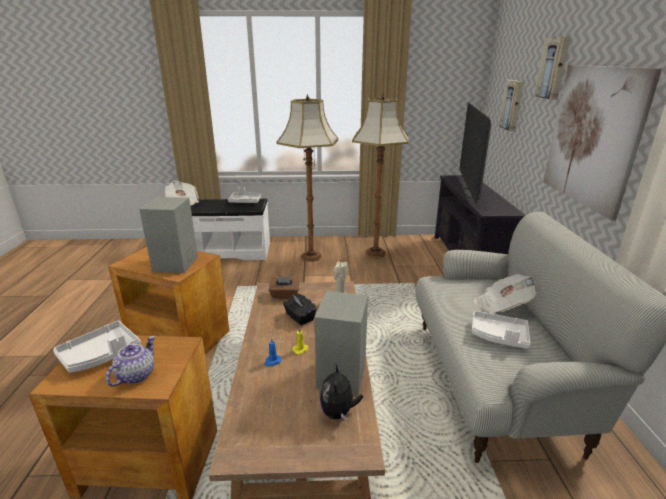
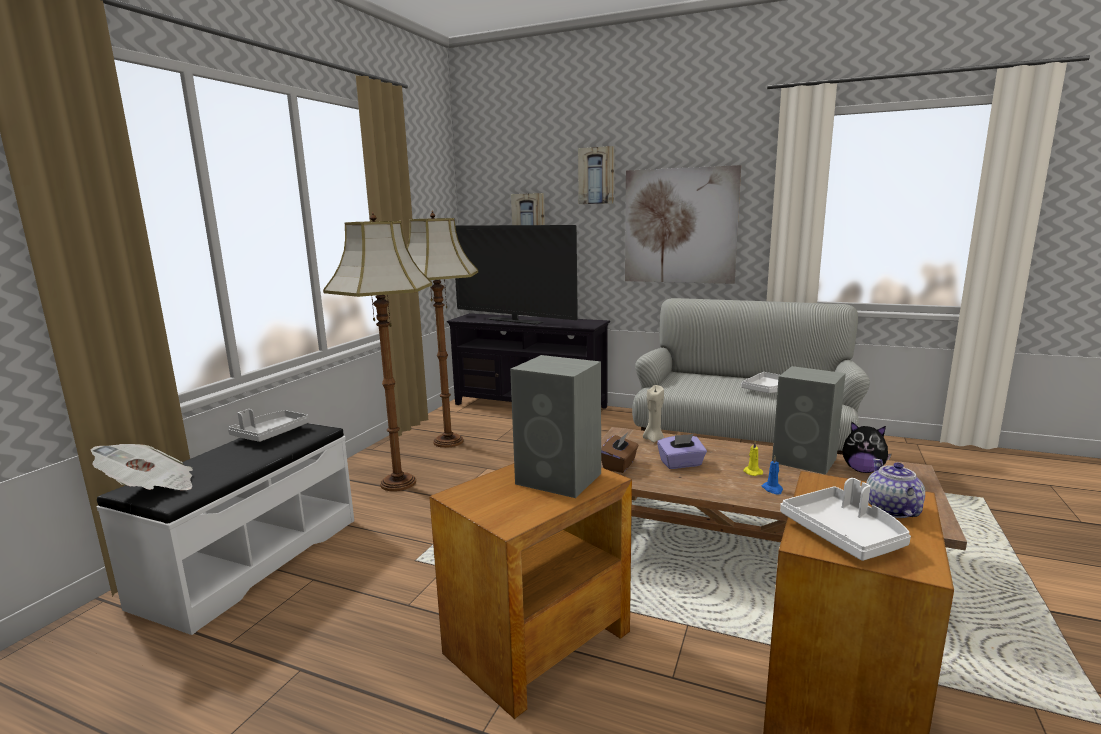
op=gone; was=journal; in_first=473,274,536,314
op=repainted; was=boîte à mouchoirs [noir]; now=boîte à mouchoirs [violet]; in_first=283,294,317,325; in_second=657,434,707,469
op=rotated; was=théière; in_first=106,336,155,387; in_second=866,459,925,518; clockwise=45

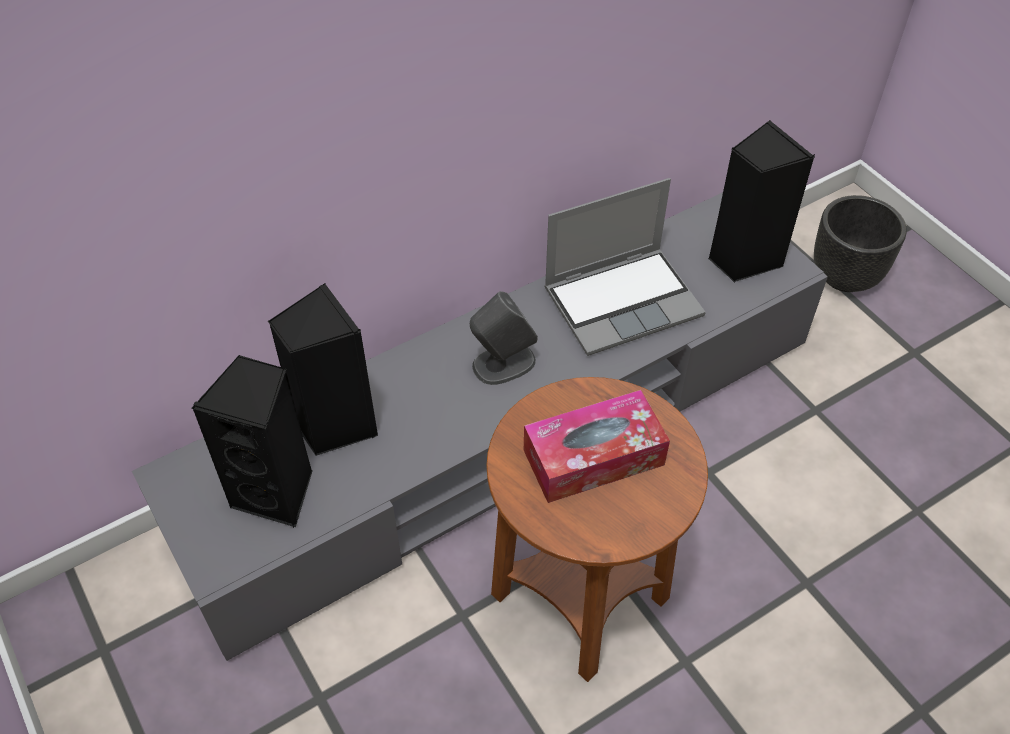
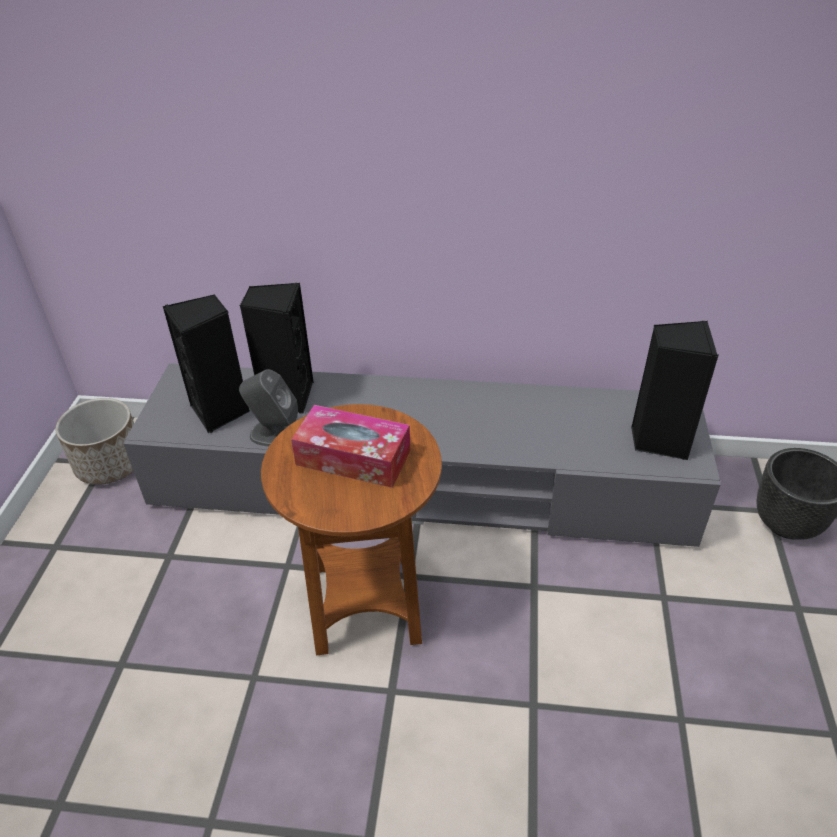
op=gone; was=ordinateur portable; in_first=544,178,706,356
op=shifted; was=enceinte [gris]; in_first=470,291,538,385; in_second=239,369,298,447
op=new; now=cache-pot; in_second=55,398,134,485

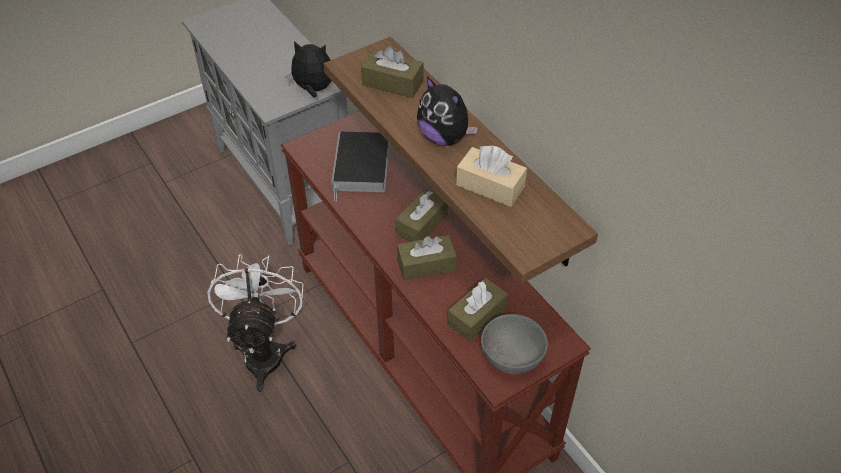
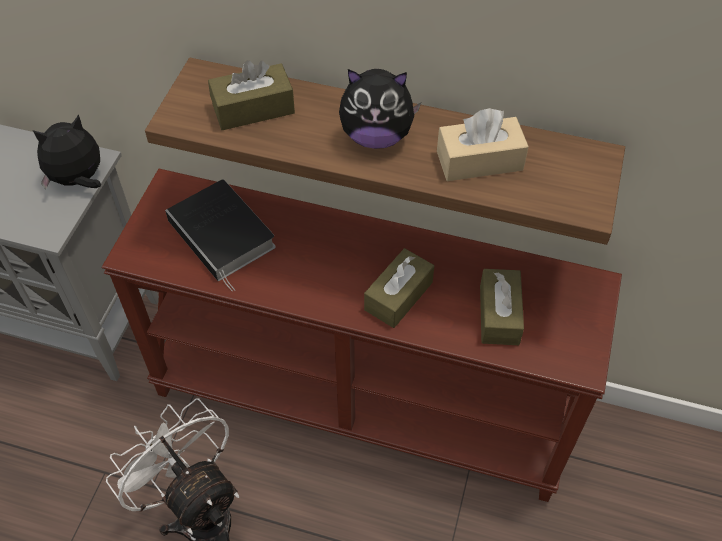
op=gone; was=boîte à mouchoirs [marron]; in_first=395,189,448,242
op=gone; was=bol [gris]; in_first=481,314,548,374

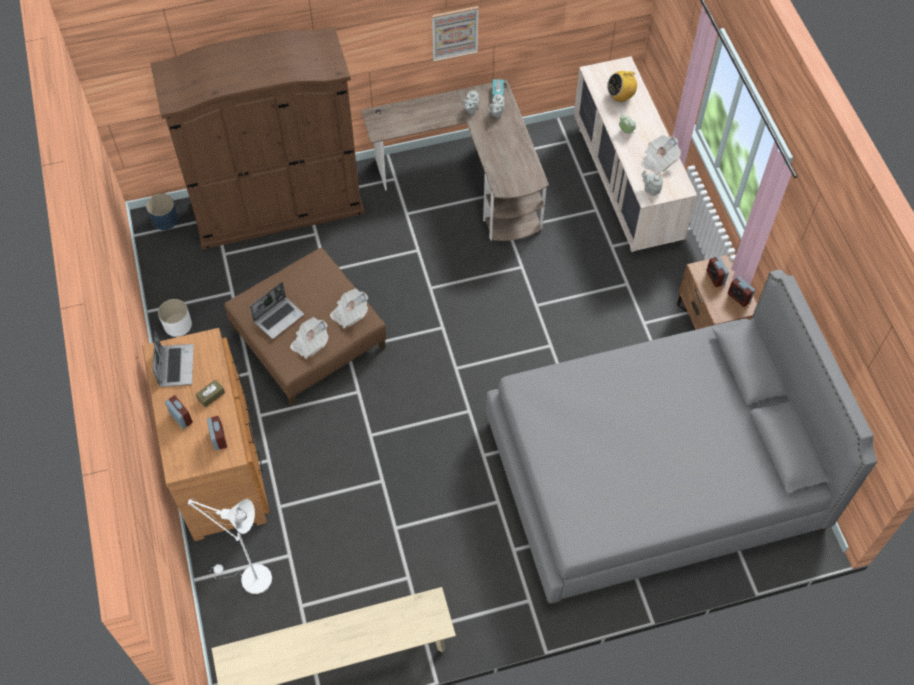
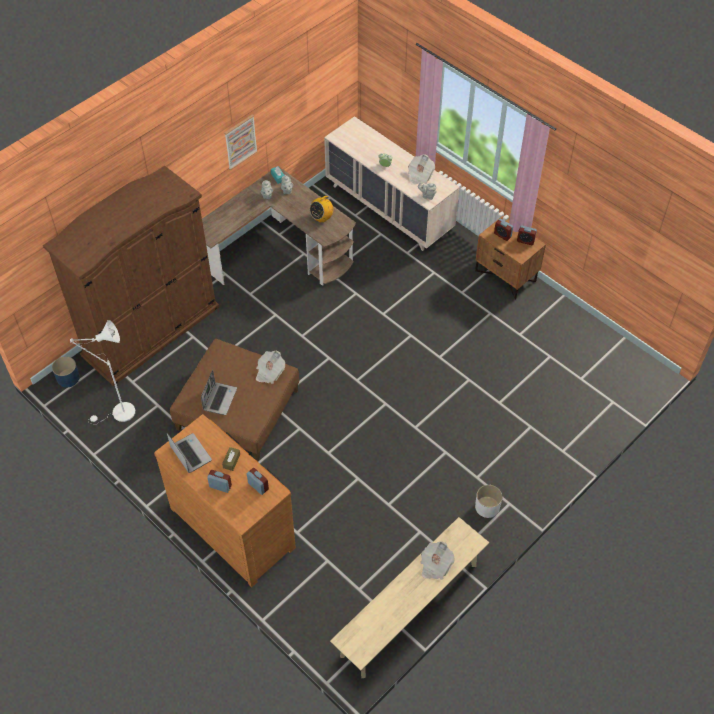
op=shifted; was=radio; in_first=607,70,637,102; in_second=309,195,333,223
op=gone; was=lit [gris]; in_first=486,269,877,604
op=shifted; was=cache-pot [blanc]; in_first=158,299,192,337; in_second=475,485,503,518
op=shifted; was=journal; in_first=290,317,328,359; in_second=420,541,454,580
op=shifted; was=lampadaire [blanc]; in_first=188,498,272,594; in_second=70,320,135,425

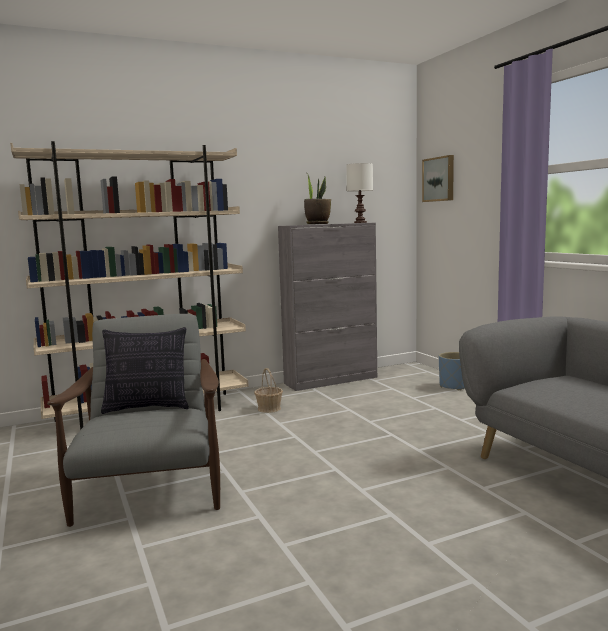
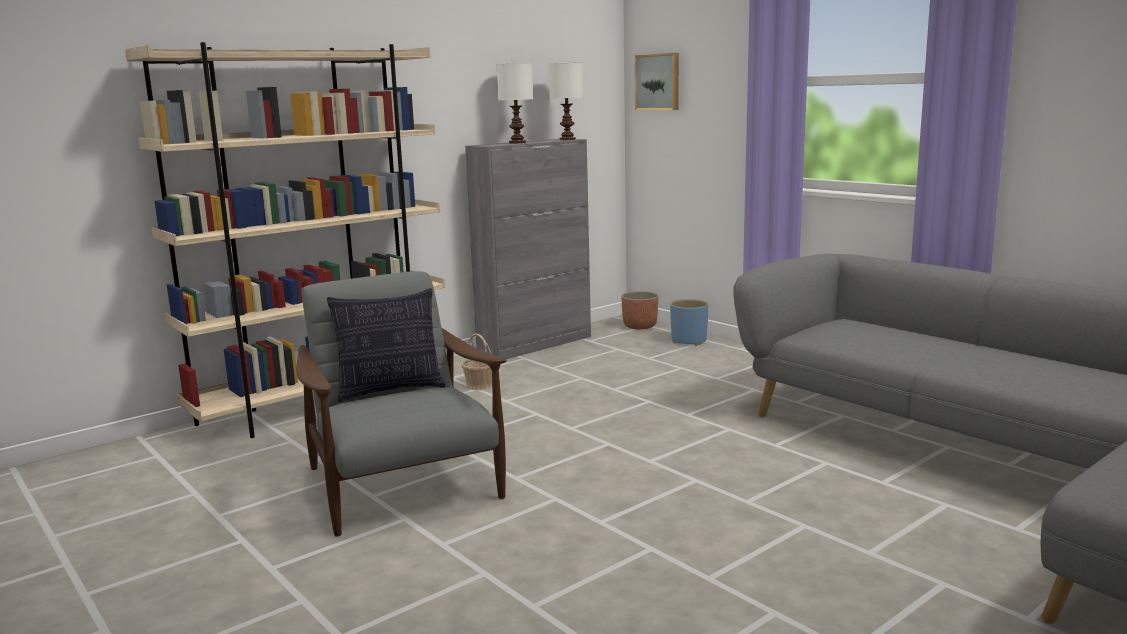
op=swapped; was=plante en pot; now=lampe de table [blanc]; in_first=304,175,331,224; in_second=496,63,533,143
op=new; now=cache-pot; in_second=621,291,658,329

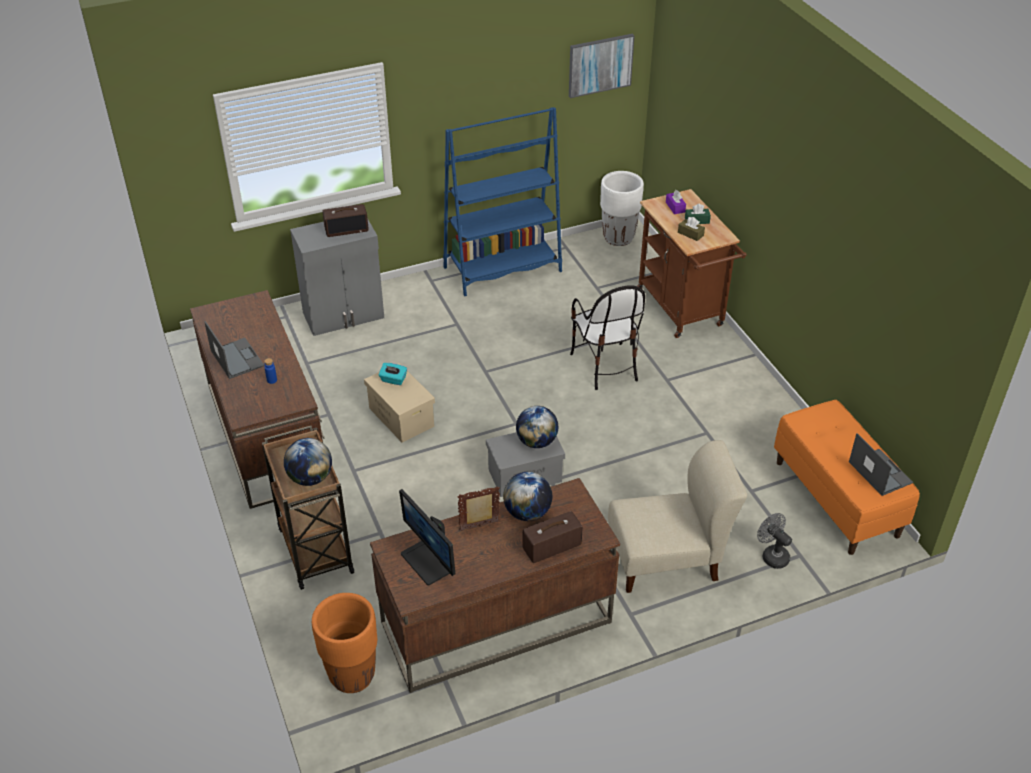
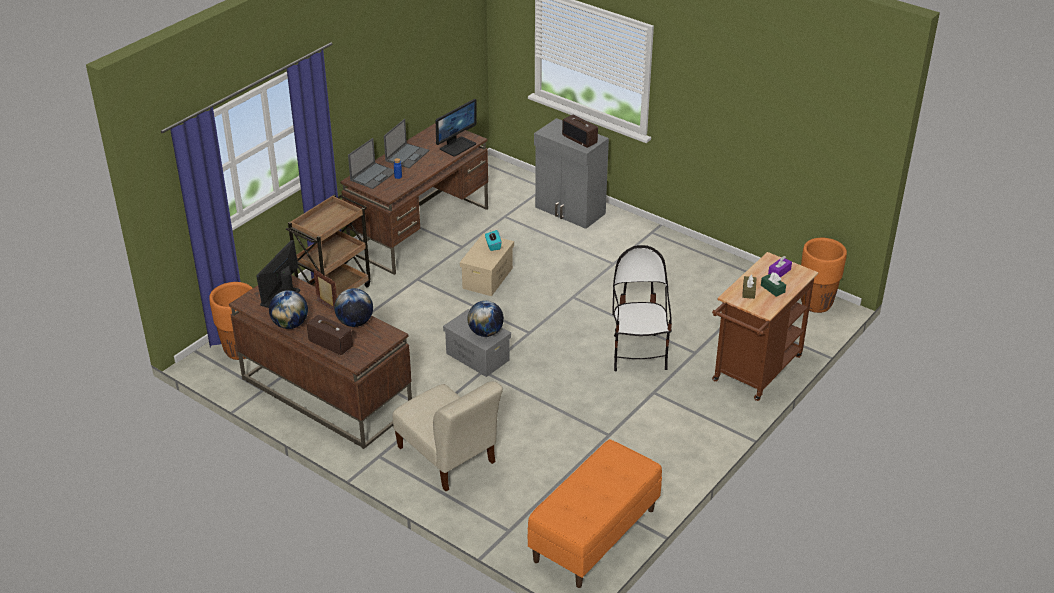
op=gone; was=tableau; in_first=569,34,635,98
op=gone; was=bibliothèque [bleu]; in_first=443,107,562,296
op=repainted; was=cache-pot [blanc]; now=cache-pot [orange]; in_first=600,171,644,246; in_second=801,238,847,313
op=rotated; was=chaise; in_first=570,285,645,390; in_second=612,245,672,372; clockwise=135
op=shifted; was=ordinateur portable; in_first=849,433,913,496; in_second=348,138,394,189
op=shifted; was=globe; in_first=284,438,332,486; in_second=269,290,308,329
op=gone; was=ventilateur [gris]; in_first=757,513,792,569
op=new; now=écran d'ordinateur; in_second=436,99,477,157

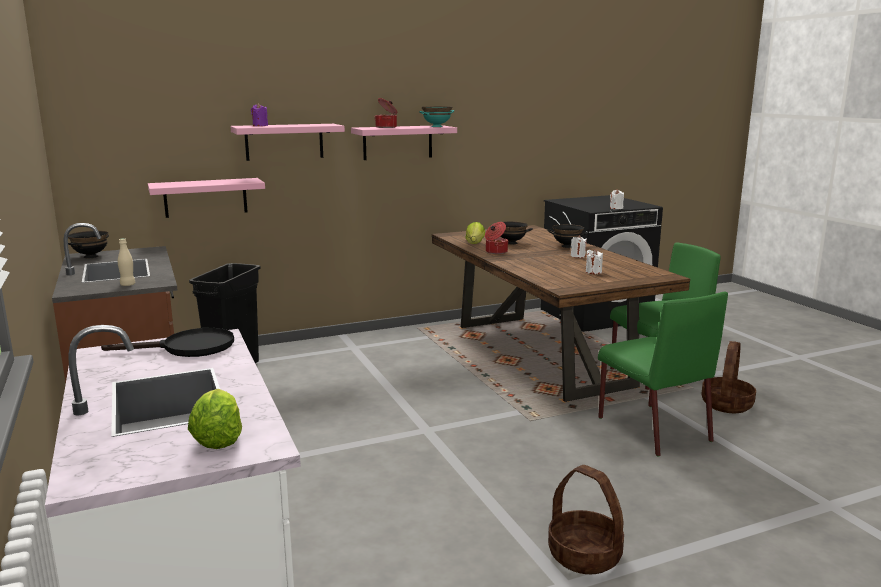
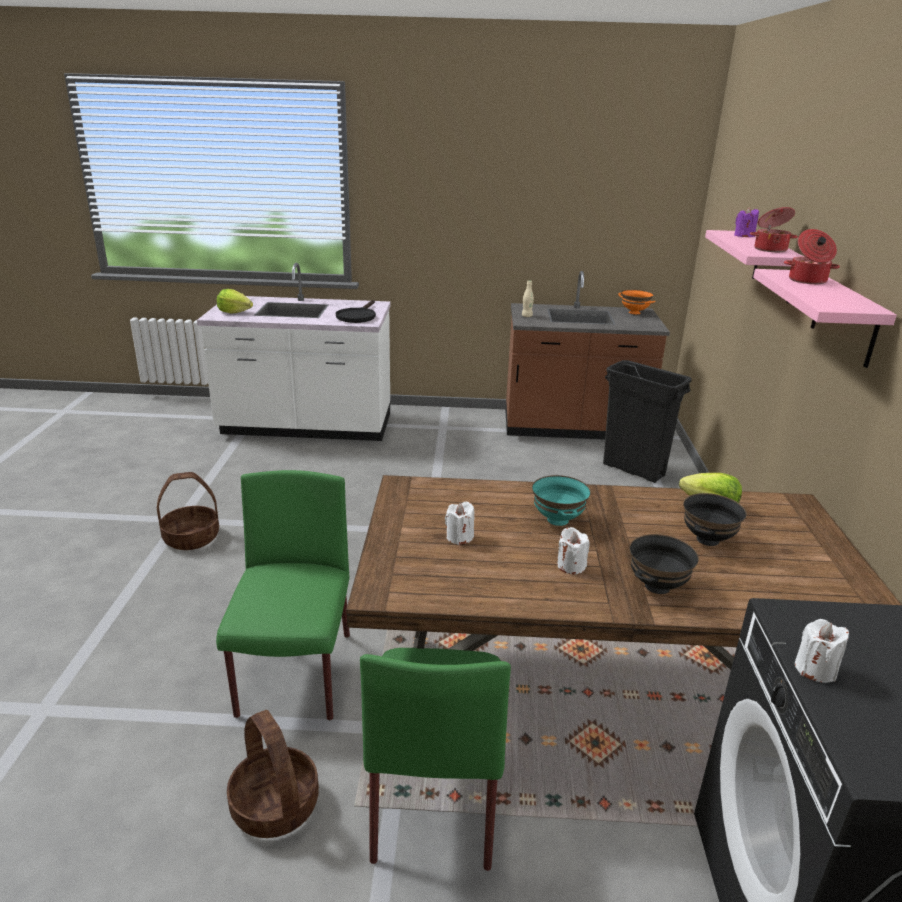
op=shifted; was=bol [turquoise]; in_first=419,106,454,127; in_second=532,475,591,526
op=gone; was=étagère [rose]; in_first=148,178,265,218
op=shifted; was=marmite; in_first=485,222,508,254; in_second=750,207,798,252
op=repainted; was=bol [noir]; now=bol [orange]; in_first=68,231,109,258; in_second=618,289,656,314
op=rotated; was=chaise [vert]; in_first=598,292,728,457; in_second=216,470,350,720; clockwise=90

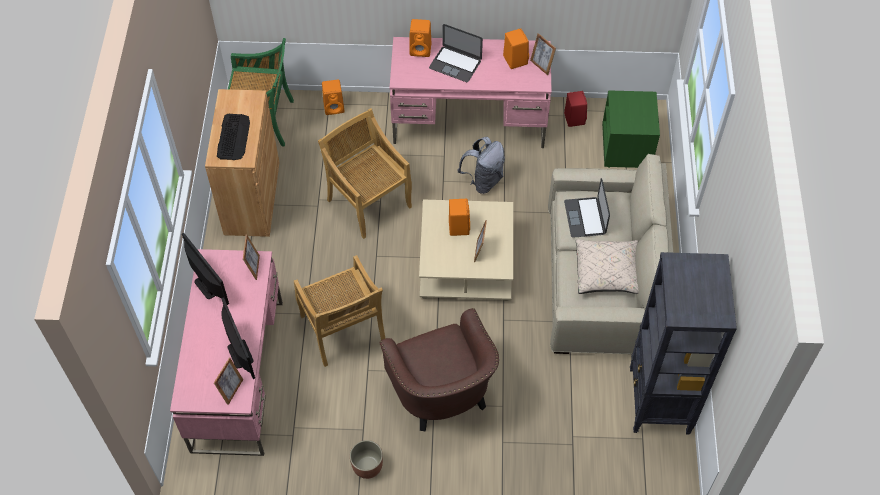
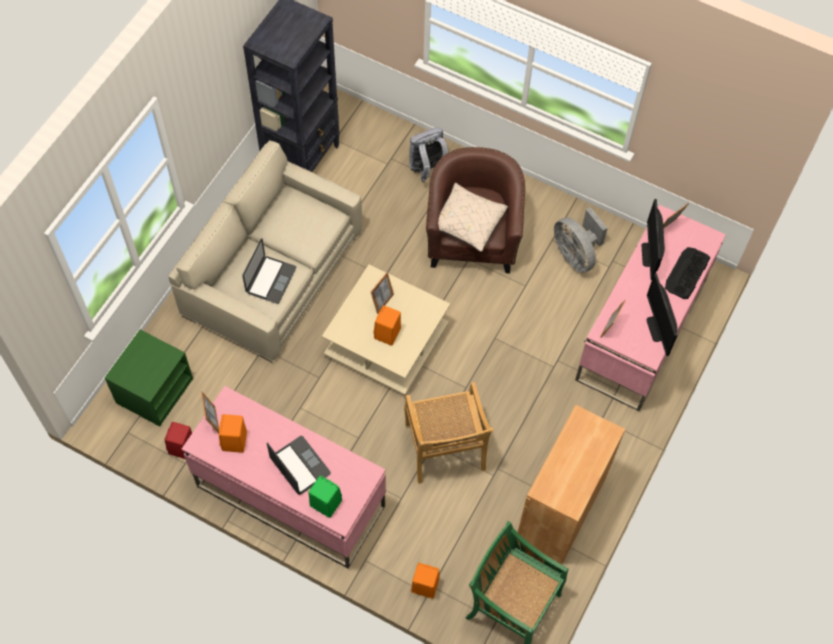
op=repainted; was=enceinte [orange]; now=enceinte [vert]; in_first=409,19,431,57; in_second=308,475,342,518
op=shifted; was=clavier; in_first=217,114,250,160; in_second=665,247,710,299
op=shifted; was=sac à dos [gris]; in_first=457,137,505,194; in_second=409,127,448,182
op=shifted; was=coussin [beige]; in_first=576,239,638,294; in_second=438,183,508,252
op=gone; was=chaise [beige]; in_first=294,255,386,367
op=gone; was=cache-pot; in_first=350,440,383,479
op=new; now=ventilateur [gris]; in_second=554,207,608,273

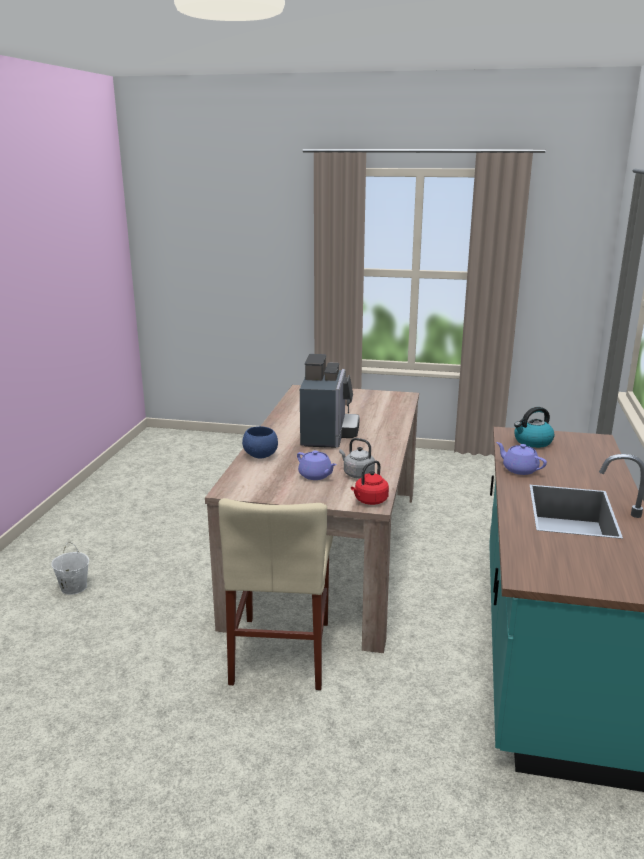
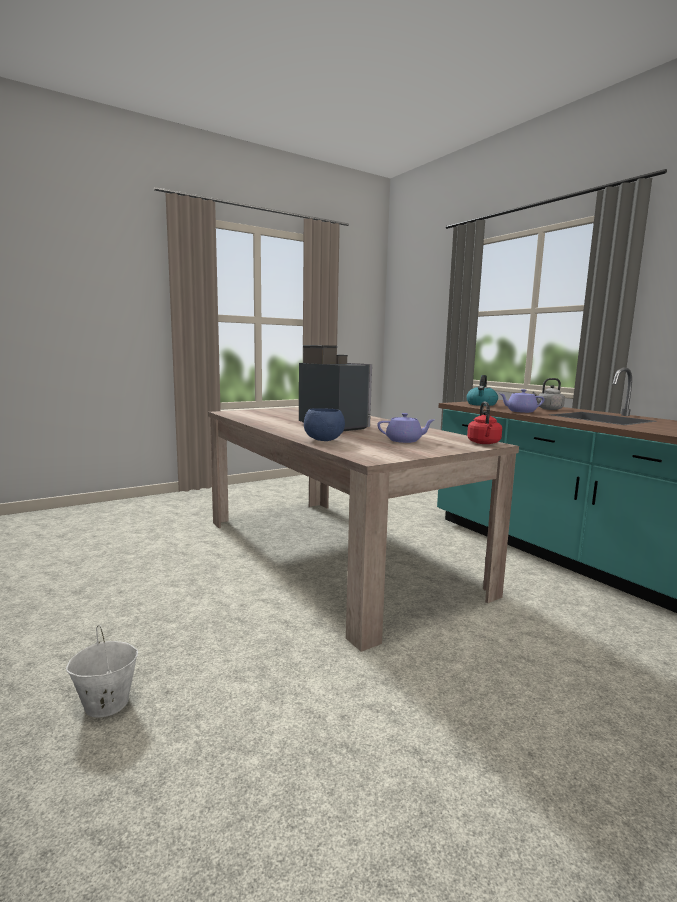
op=shifted; was=bouilloire [gris]; in_first=339,438,375,478; in_second=532,378,565,410
op=gone; was=chaise [beige]; in_first=219,498,333,690

